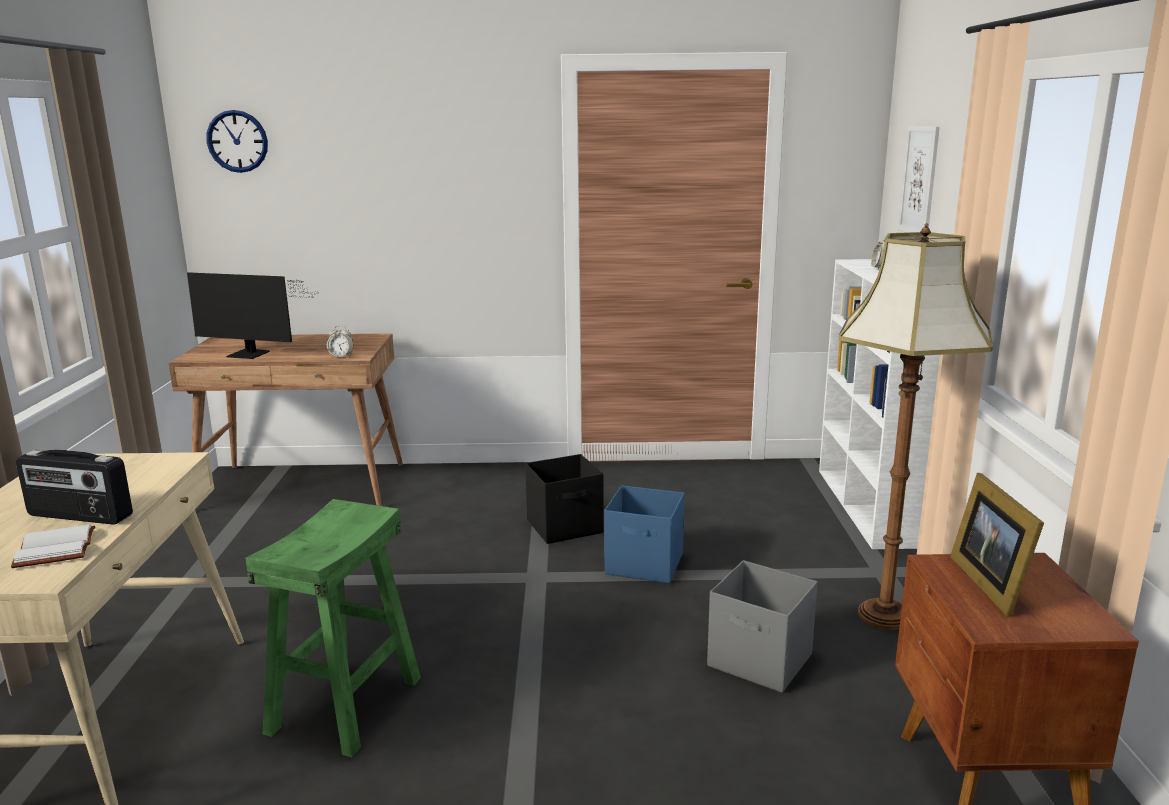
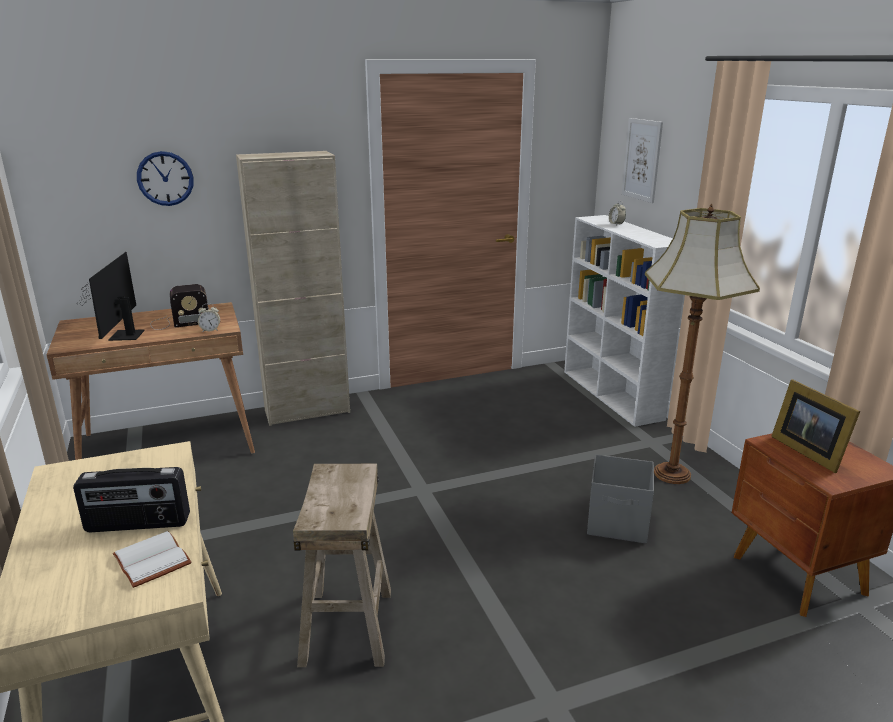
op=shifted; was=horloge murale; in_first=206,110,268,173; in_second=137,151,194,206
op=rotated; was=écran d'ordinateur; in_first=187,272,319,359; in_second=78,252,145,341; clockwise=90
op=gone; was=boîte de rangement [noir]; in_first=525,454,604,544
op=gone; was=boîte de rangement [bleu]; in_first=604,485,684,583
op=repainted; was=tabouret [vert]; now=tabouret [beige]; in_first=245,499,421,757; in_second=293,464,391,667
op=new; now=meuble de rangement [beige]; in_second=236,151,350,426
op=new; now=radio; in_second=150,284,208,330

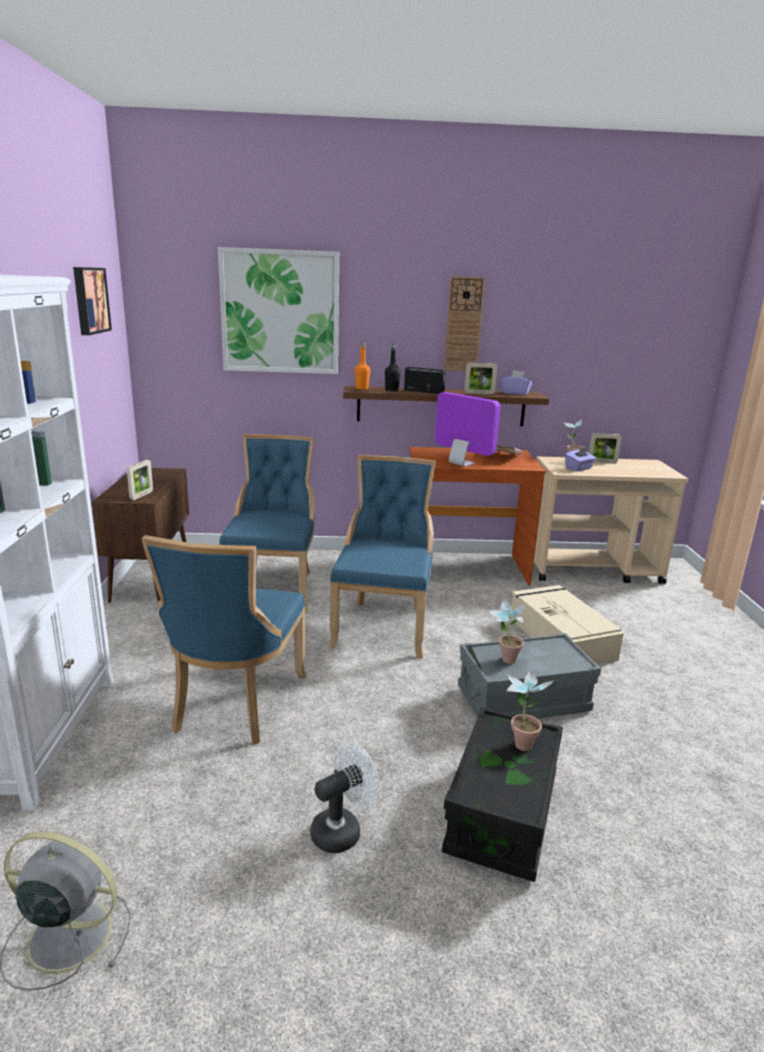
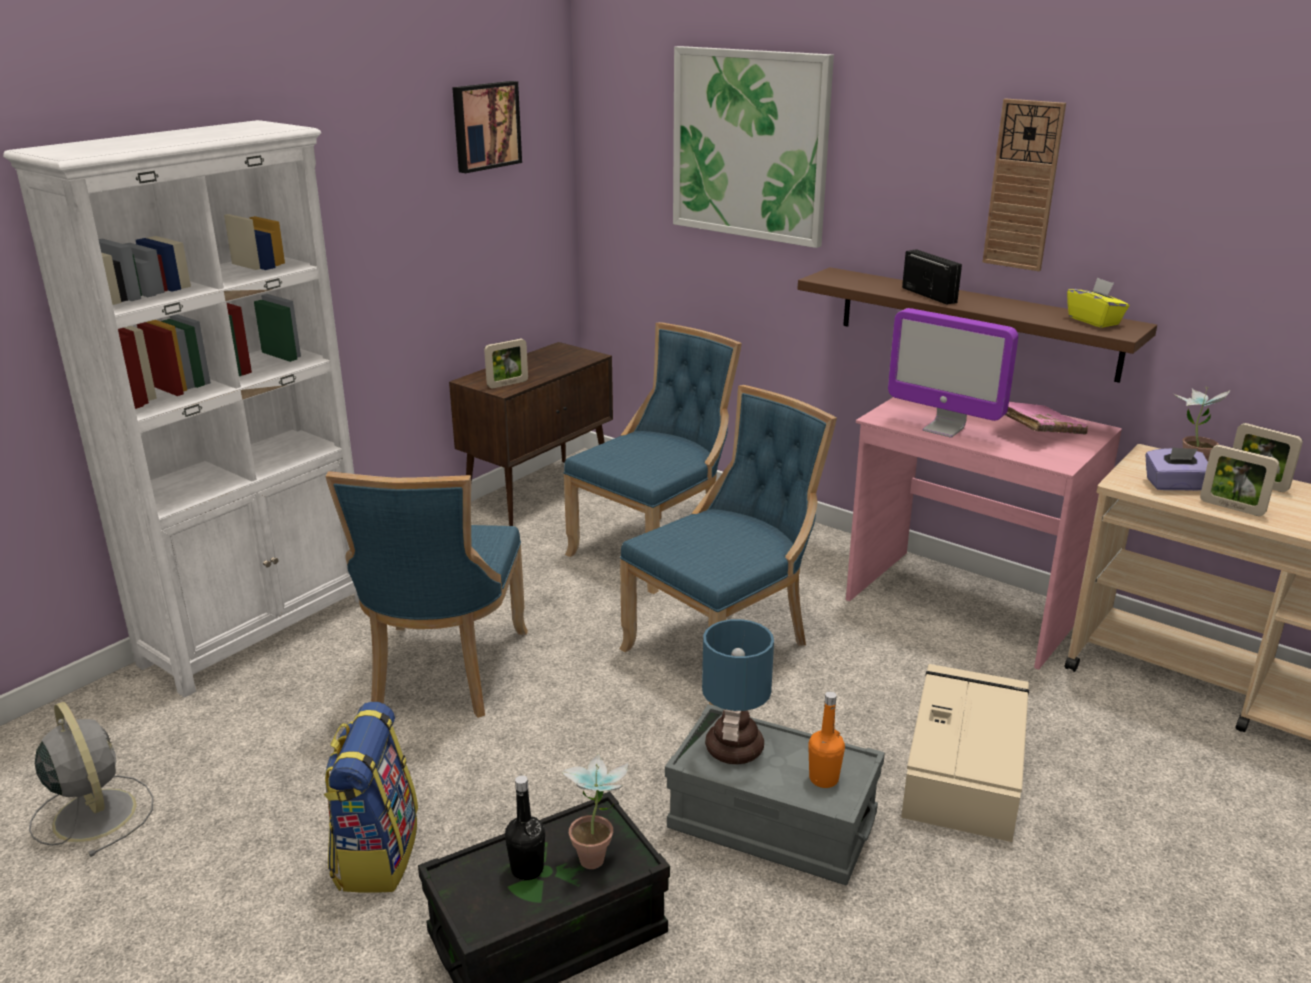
op=shifted; was=bouteille [orange]; in_first=355,342,370,389; in_second=808,691,845,788
op=shifted; was=bouteille [noir]; in_first=385,344,401,392; in_second=505,775,545,880
op=shifted; was=cadre photo; in_first=464,362,497,394; in_second=1200,445,1279,516
op=repainted; was=boîte à mouchoirs [violet]; now=boîte à mouchoirs [jaune]; in_first=501,370,532,395; in_second=1067,277,1129,328
op=rotated; was=écran d'ordinateur; in_first=435,392,500,466; in_second=888,308,1018,438; clockwise=135
op=repainted; was=bureau [marron]; now=bureau [rose]; in_first=409,447,546,585; in_second=846,397,1122,670
op=rotated; was=chaise [bleu]; in_first=142,535,307,745; in_second=325,471,528,718; clockwise=-45
op=swapped; was=plante en pot; now=lampe de table; in_first=488,598,526,664; in_second=702,619,774,765
op=swapped; was=ventilateur [blanc]; now=sac à dos; in_first=310,742,380,853; in_second=324,702,418,893

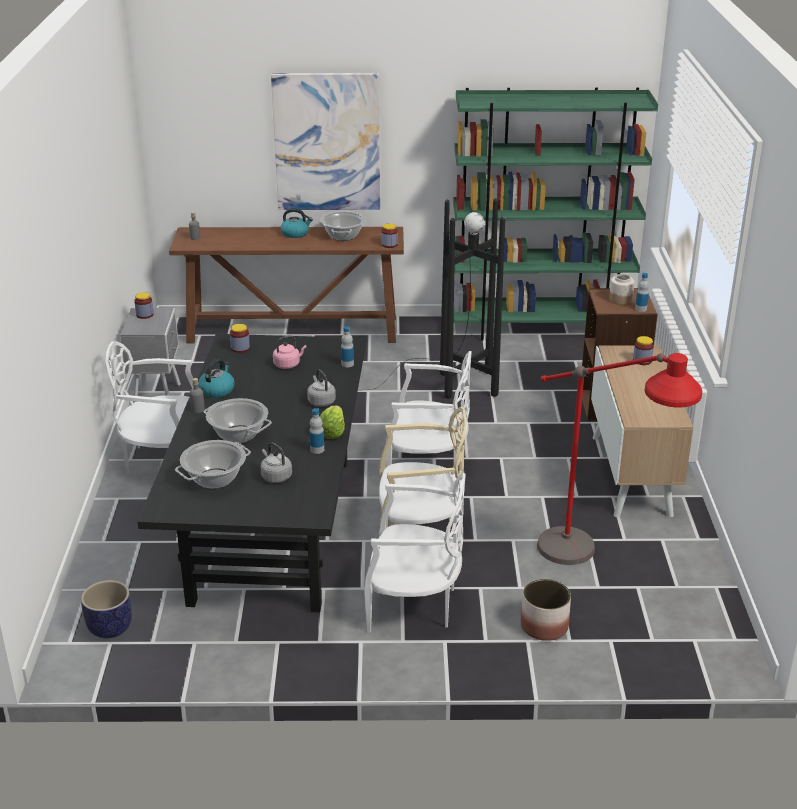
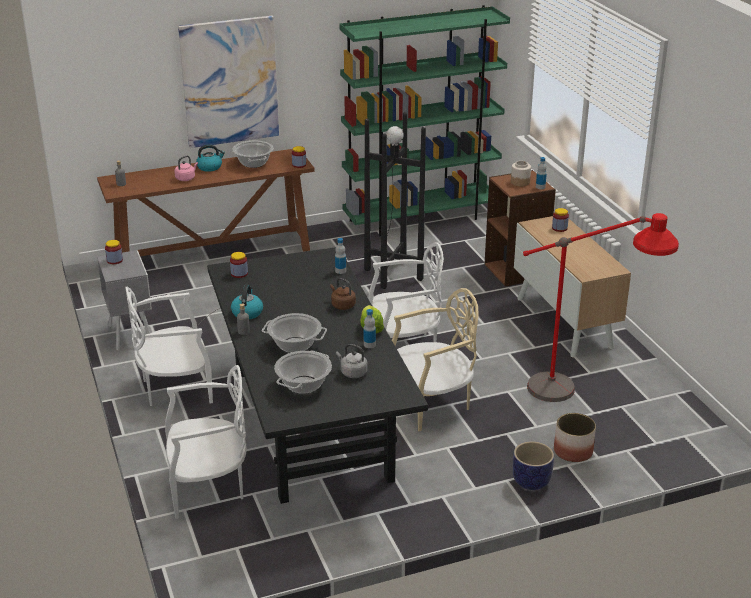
op=shifted; was=bouilloire [rose]; in_first=273,335,307,369; in_second=174,155,198,181
op=repainted; was=bouilloire [gris]; now=bouilloire [marron]; in_first=307,370,336,407; in_second=330,278,356,310
op=shifted; was=chaise [blanc]; in_first=364,473,465,632; in_second=165,365,247,519
op=shifted; was=cache-pot; in_first=81,580,132,638; in_second=513,441,554,490

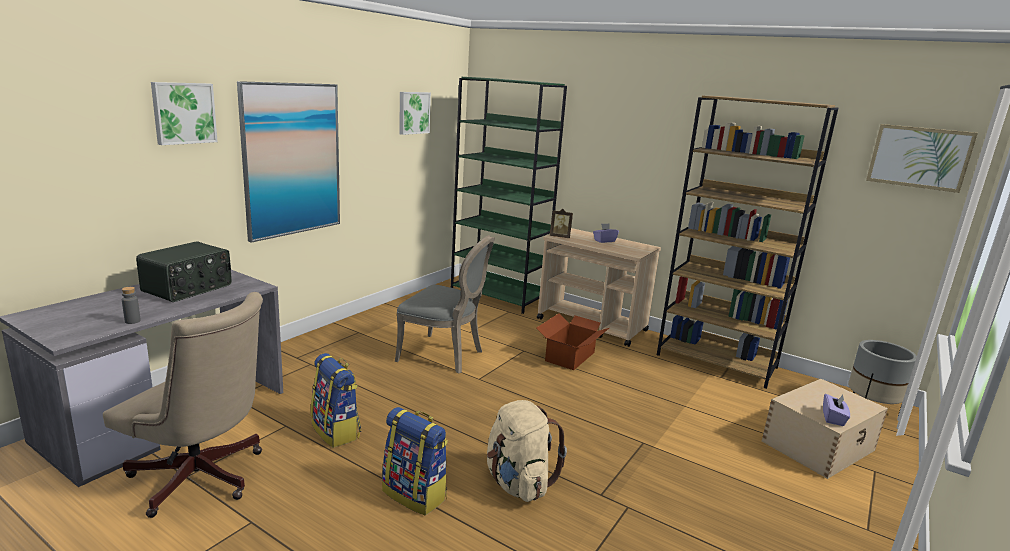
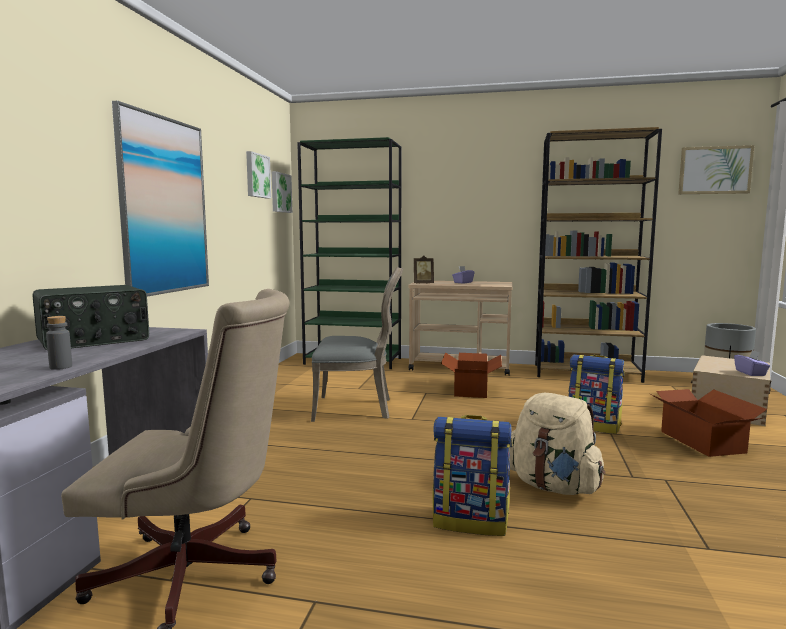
op=shifted; was=tableau; in_first=151,82,218,145; in_second=272,171,292,213
op=rotated; was=radio; in_first=136,241,232,302; in_second=33,285,149,350; clockwise=45
op=shifted; was=sac à dos; in_first=311,353,361,448; in_second=568,354,625,434
op=new; now=carton; in_second=650,389,767,457

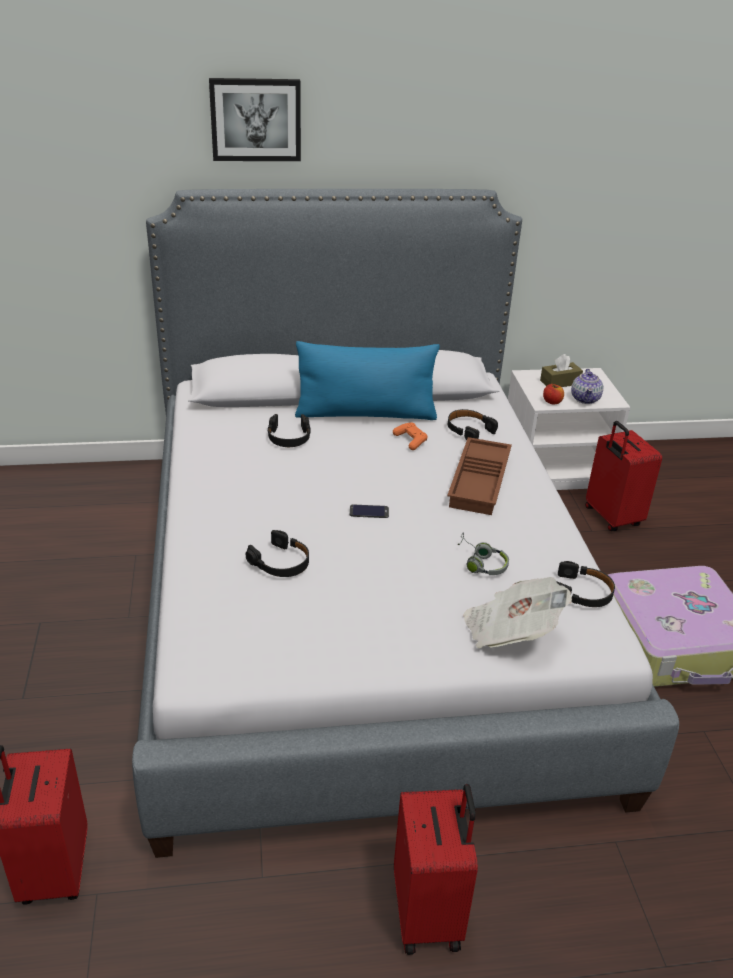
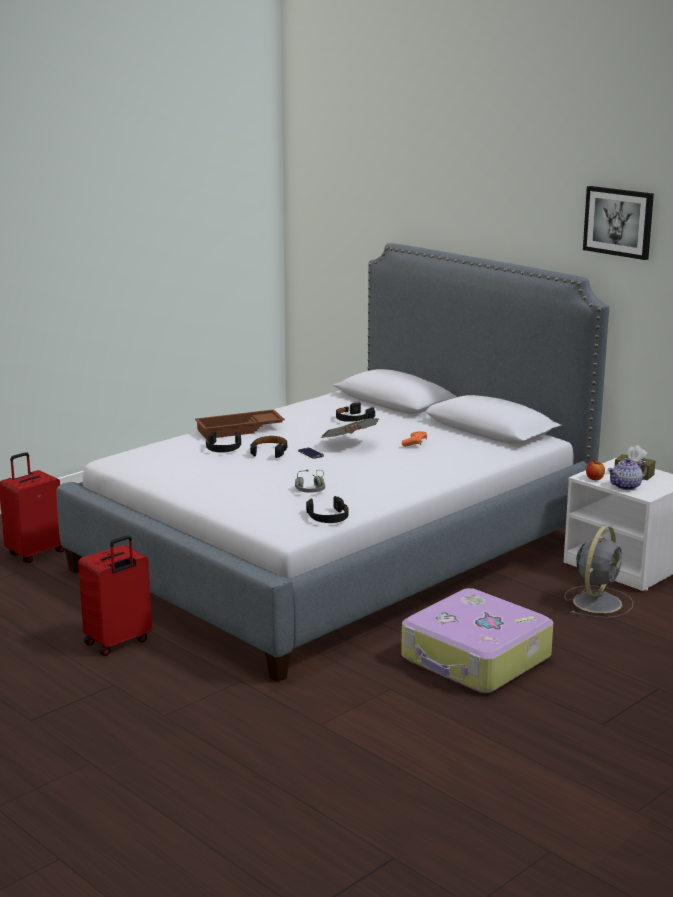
op=shifted; was=tableau; in_first=209,78,301,161; in_second=583,186,654,260
op=gone; was=coussin [bleu]; in_first=295,341,440,420
op=shifted; was=casque audio [noir]; in_first=448,409,498,440; in_second=250,436,287,458
op=swapped; was=valise [rouge]; now=ventilateur [gris]; in_first=585,421,662,531; in_second=564,525,633,618
op=shifted; was=plateau [marron]; in_first=447,437,512,515; in_second=195,409,285,439
op=shifted; was=journal; in_first=463,577,572,648; in_second=321,418,379,438

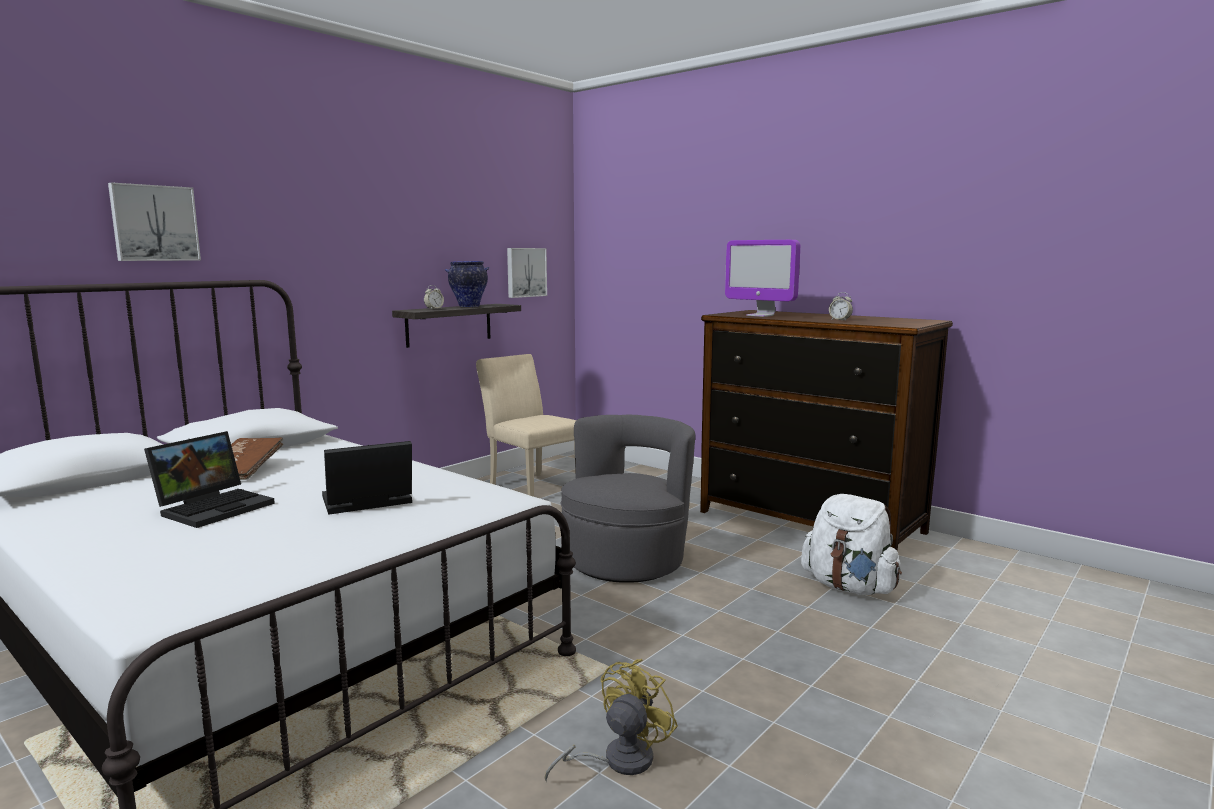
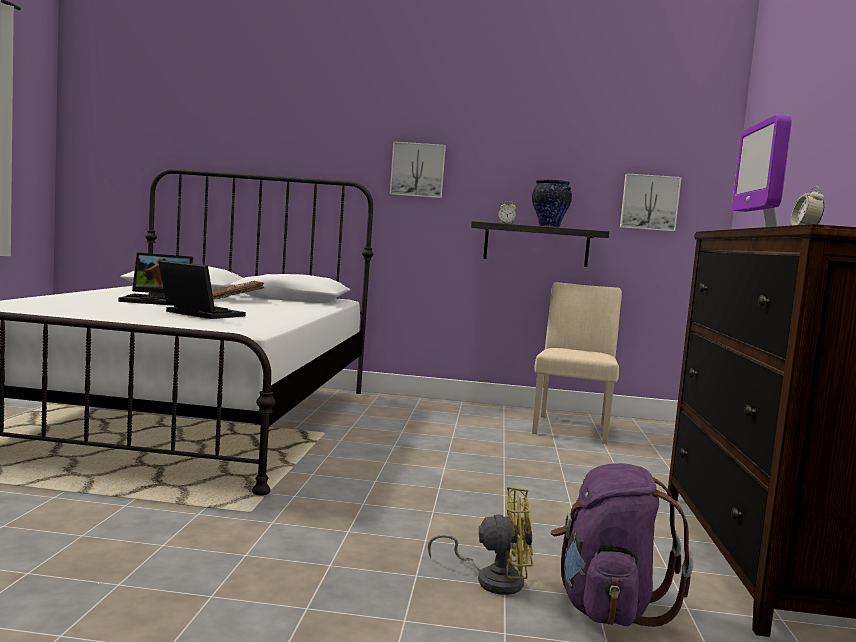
op=shifted; was=tableau; in_first=108,182,201,261; in_second=390,141,446,198
op=gone; was=fauteuil [gris]; in_first=561,415,695,583
op=repainted; was=sac à dos [blanc]; now=sac à dos [violet]; in_first=801,494,902,595; in_second=550,463,693,627
op=shifted; was=ventilateur [jaune]; in_first=545,659,678,782; in_second=428,487,533,595

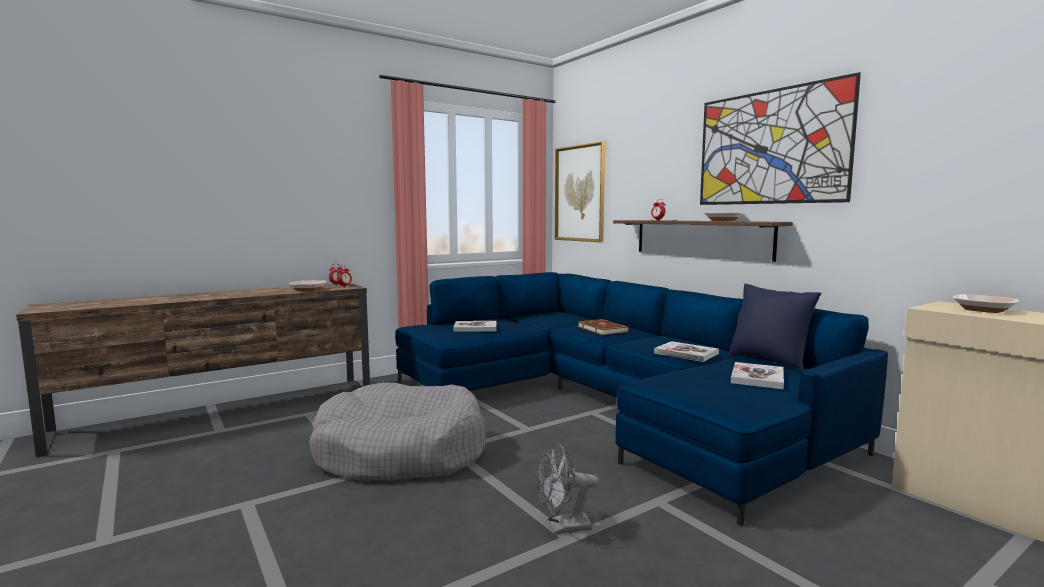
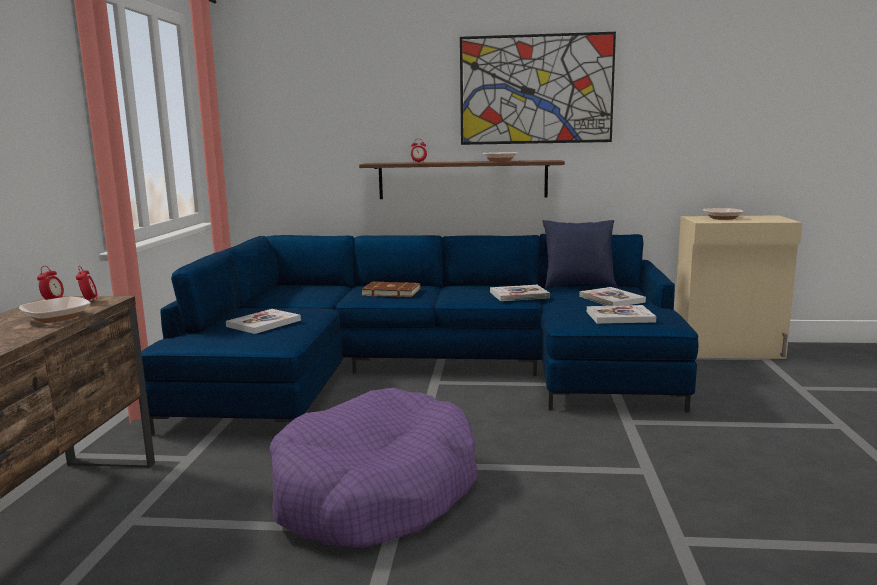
op=gone; was=tableau; in_first=555,141,605,242
op=repainted; was=panier pour chien [gris]; now=panier pour chien [violet]; in_first=309,382,486,481; in_second=270,388,477,548
op=gone; was=ventilateur [gris]; in_first=538,443,599,534
op=new; now=livre; in_second=587,305,656,324

